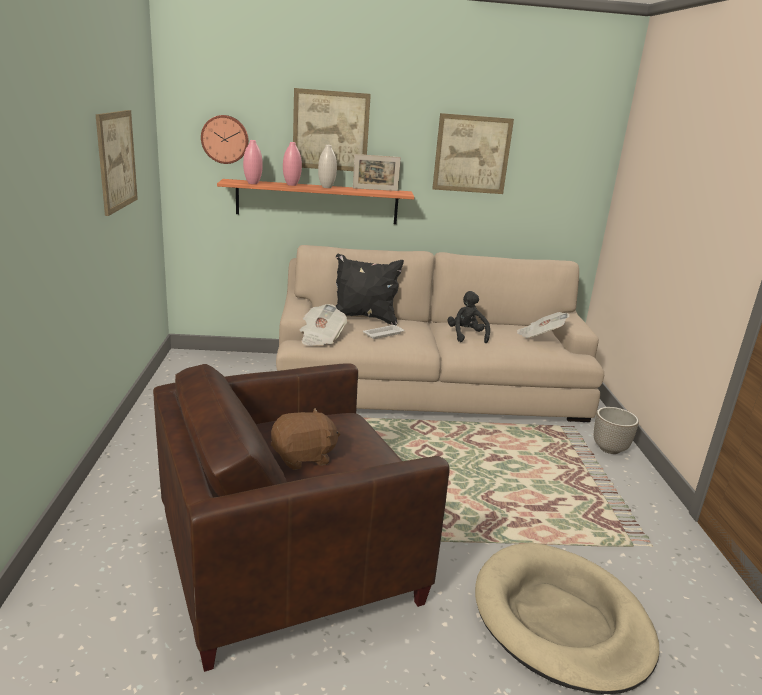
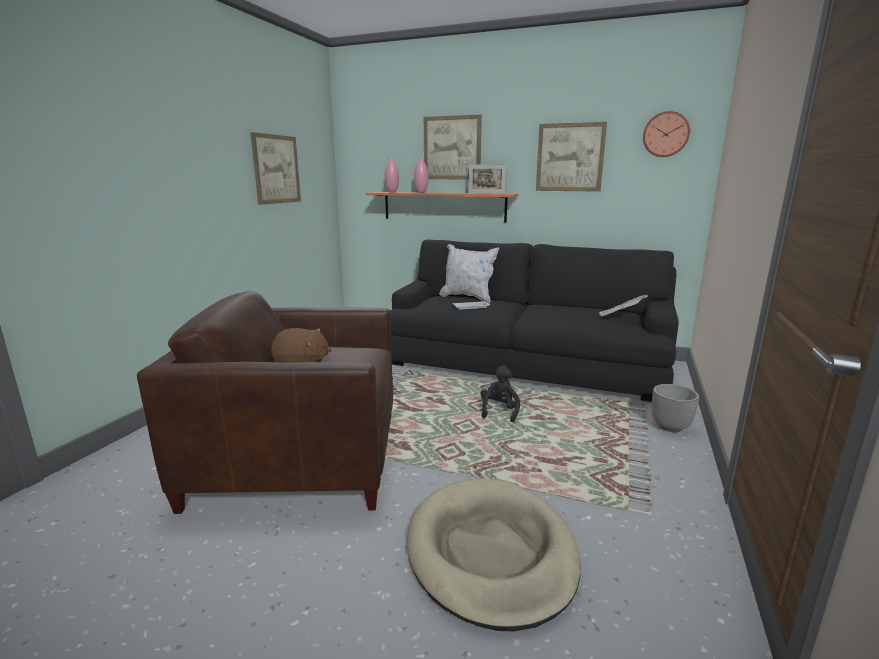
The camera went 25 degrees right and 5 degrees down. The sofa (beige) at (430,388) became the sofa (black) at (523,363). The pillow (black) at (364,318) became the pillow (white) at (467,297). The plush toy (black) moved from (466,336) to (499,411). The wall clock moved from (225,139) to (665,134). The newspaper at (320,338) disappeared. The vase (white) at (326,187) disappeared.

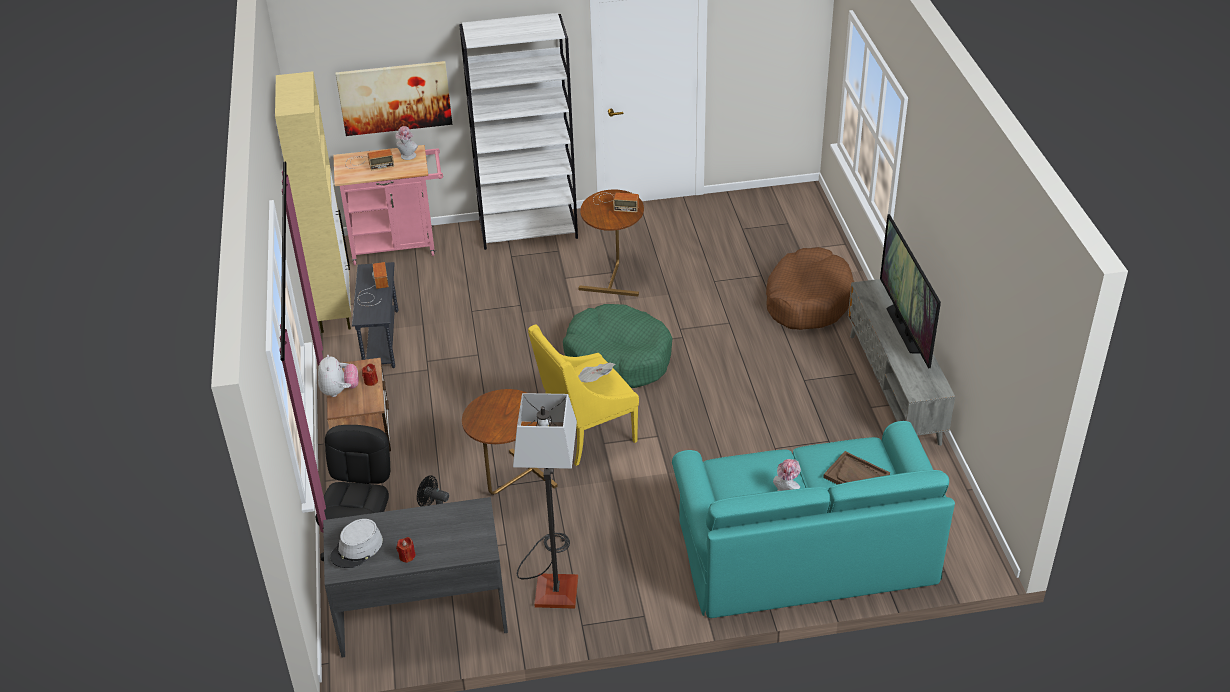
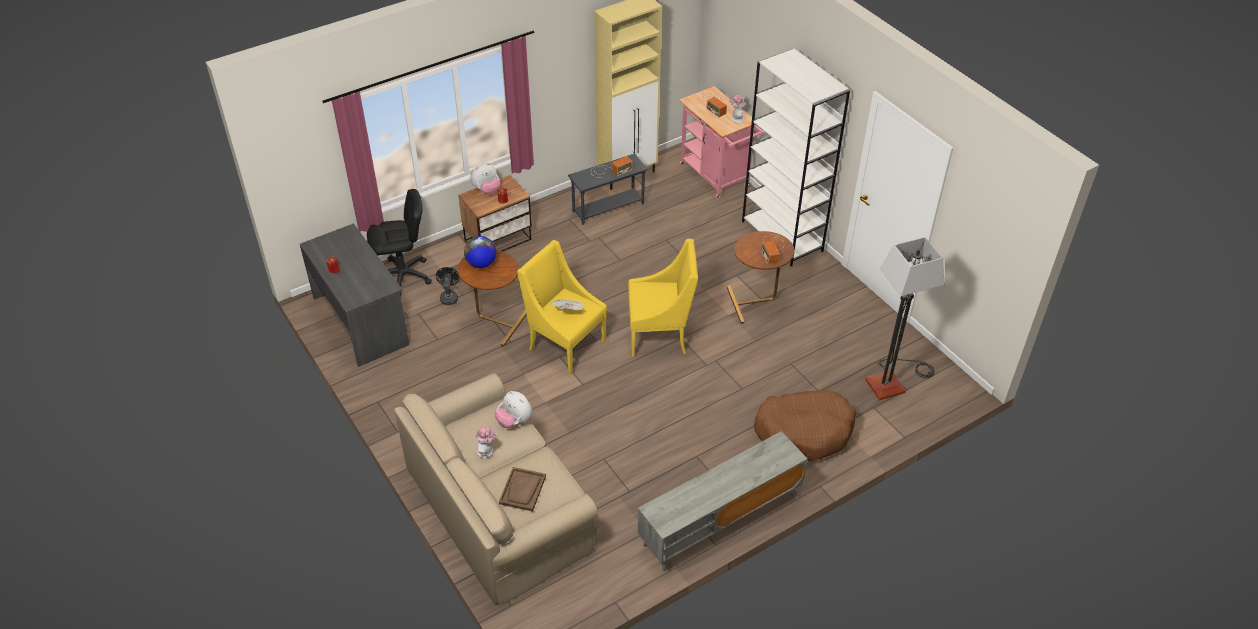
The camera went 65 degrees right and 5 degrees up. The sofa (turquoise) at (804,548) became the sofa (beige) at (499,506). The globe at (481,263) appeared. The plush toy at (514,421) appeared. The dog bed (green) at (618,357) was replaced by the armchair (yellow) at (660,335). The floor lamp moved from (553,581) to (892,381). The hat (grey) at (357,549) disappeared. The picture at (394,97) disappeared. The television at (905,329) disappeared.

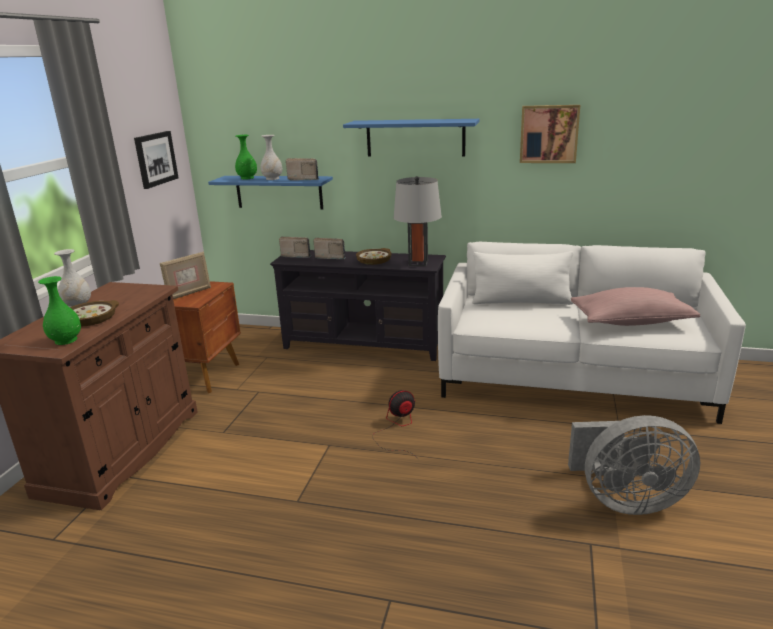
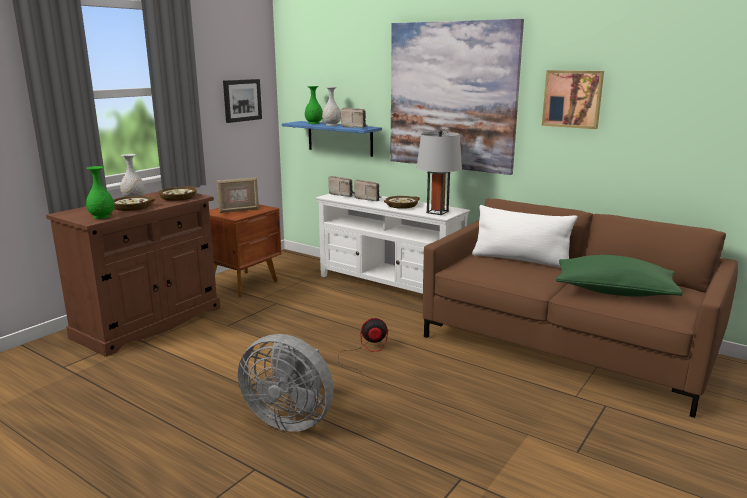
The camera went 20 degrees right and 5 degrees down. The bowl at (178,197) appeared. The fan (grey) moved from (625,500) to (290,419). The tv stand (black) at (363,345) became the tv stand (white) at (389,285). The shelf (blue) at (415,138) was replaced by the picture at (452,96). The sofa (white) at (572,377) became the sofa (brown) at (565,346). The pillow (pink) at (630,322) became the pillow (green) at (614,292).

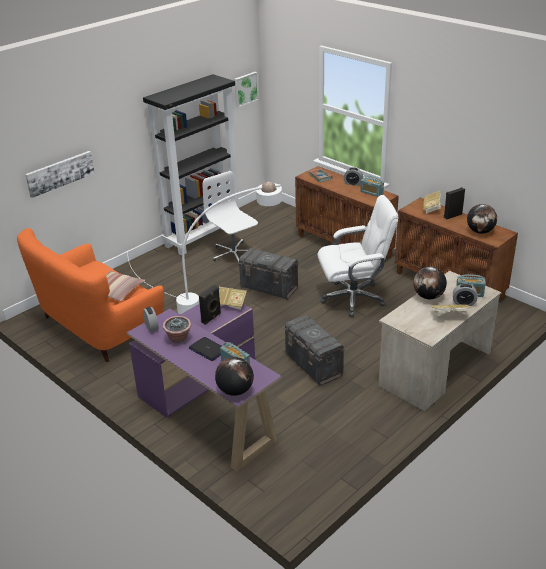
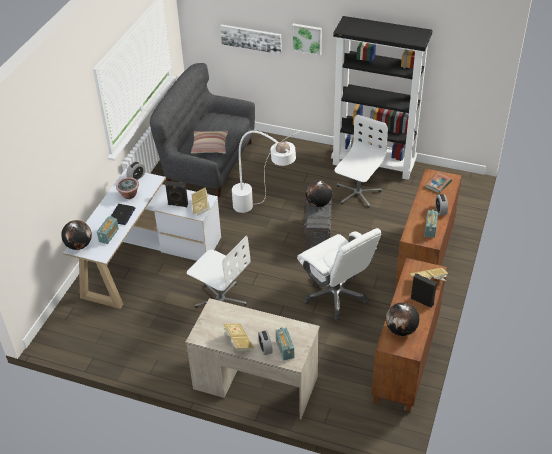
The camera went 65 degrees right and 10 degrees up. The desk (purple) at (210,404) became the desk (white) at (145,257). The sofa (orange) at (98,326) became the sofa (grey) at (207,163). The storage box (grey) at (313,365) was replaced by the office chair (white) at (220,300). The picture moved from (245,89) to (307,38). The globe moved from (428,296) to (318,203).

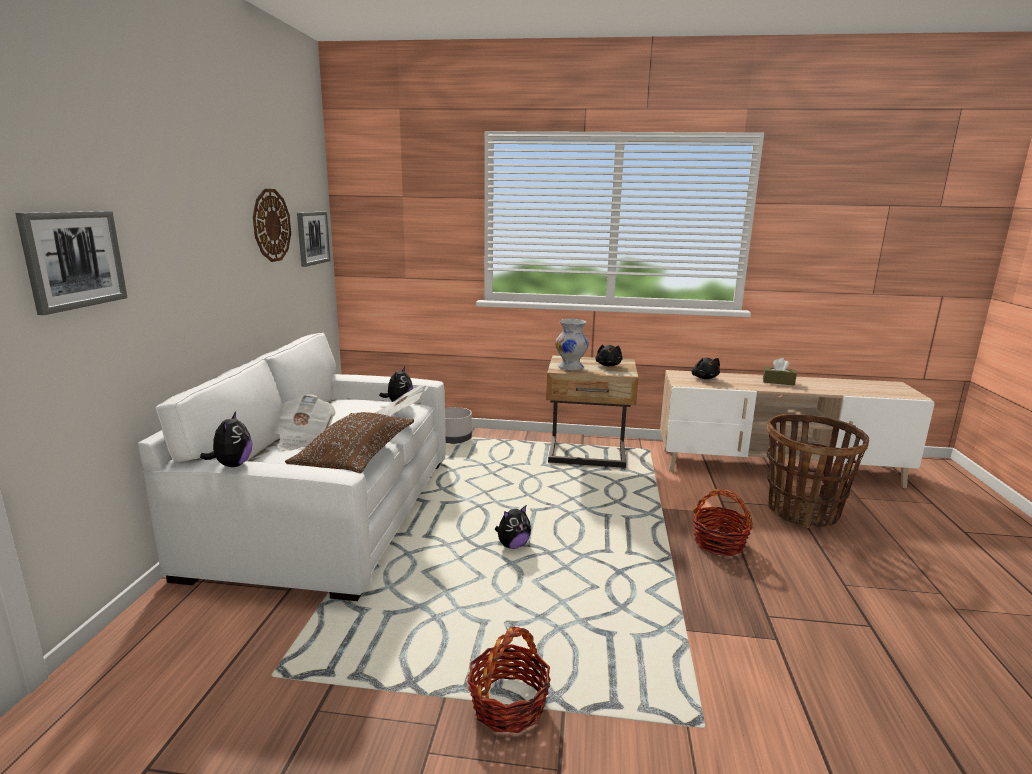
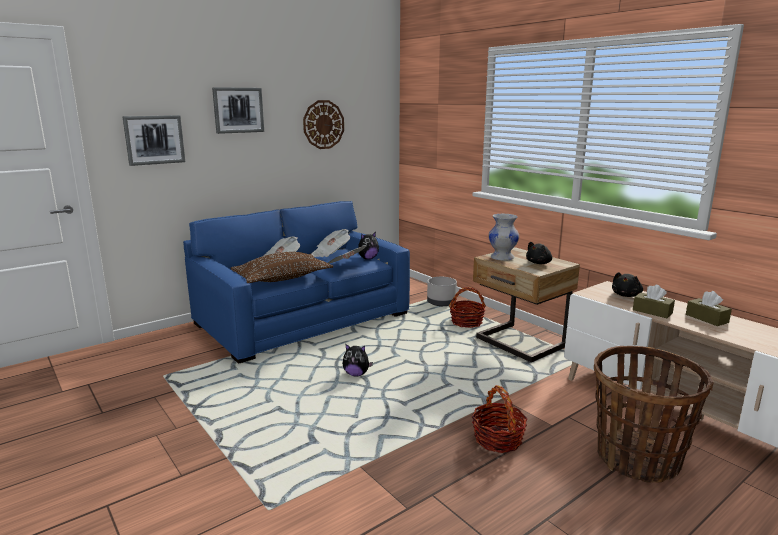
The camera went 45 degrees right and 0 degrees up. The sofa (white) at (329,510) became the sofa (blue) at (302,318). The picture moved from (312,238) to (238,110). The newspaper at (330,254) appeared. The basket moved from (508,704) to (467,322). The tissue box (brown) at (652,311) appeared. The plush toy at (232,465) disappeared.

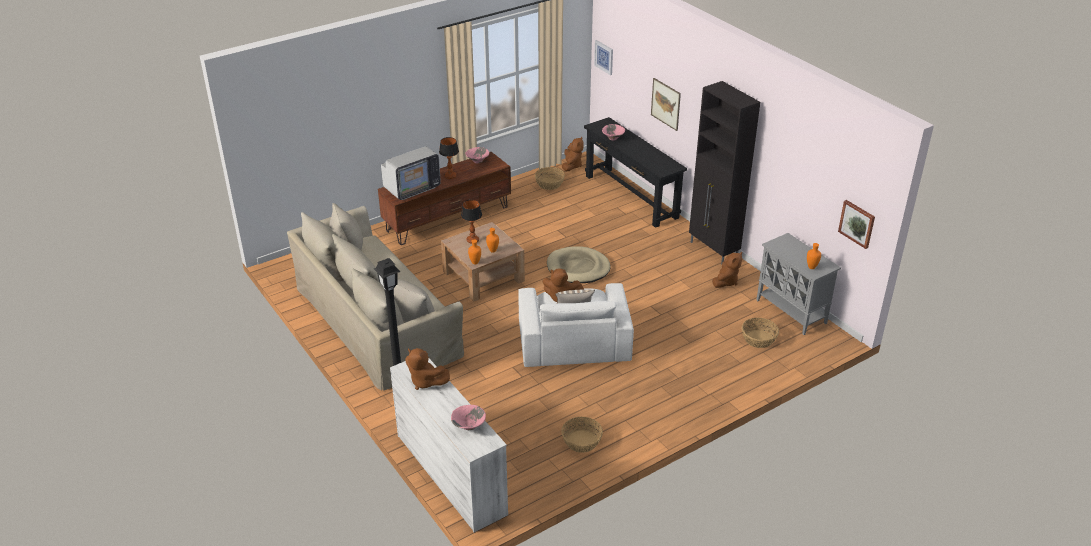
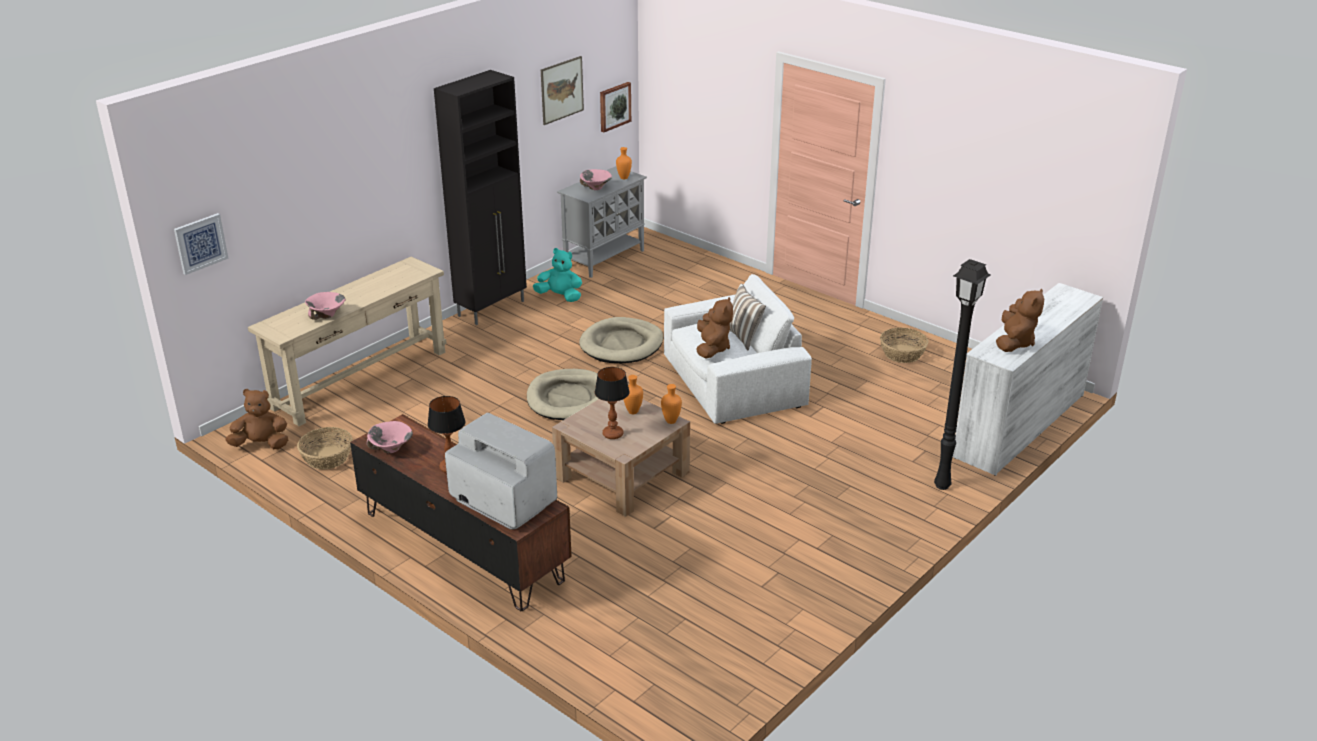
The camera went 105 degrees left and 5 degrees down. The console table (black) at (631,196) became the console table (beige) at (360,379). The plush toy (brown) at (726,282) became the plush toy (turquoise) at (560,296). The picture moved from (665,104) to (562,90). The dog bed (beige) at (622,344) appeared. The bowl (pink) moved from (468,426) to (596,188). The sofa (beige) at (377,319) disappeared. The basket at (758,339) disappeared.

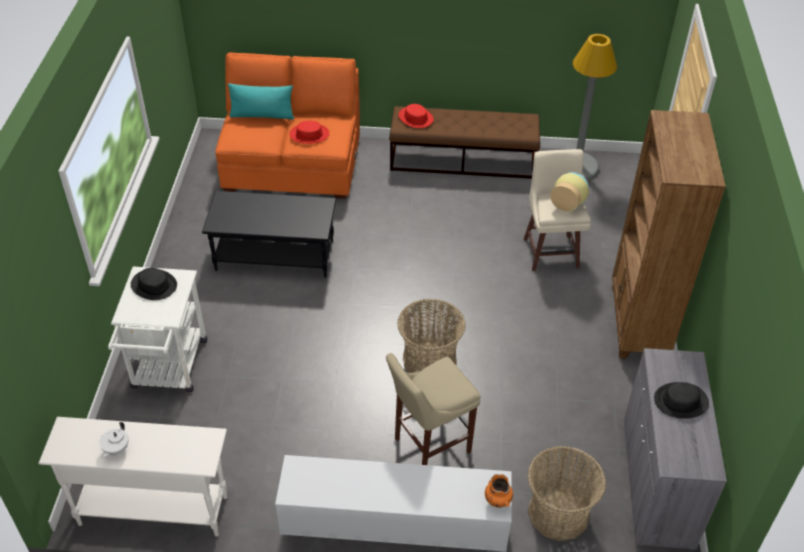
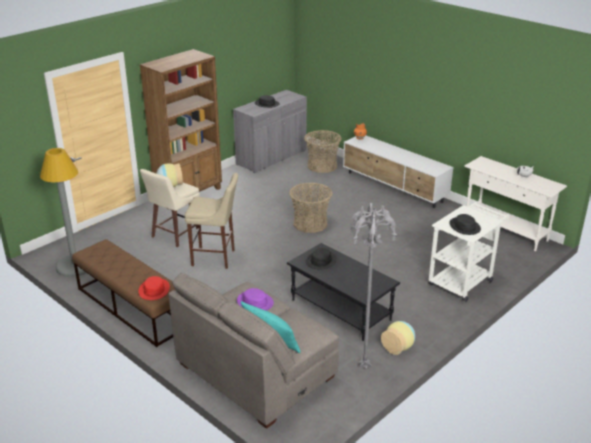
The camera went 140 degrees left and 15 degrees down. The sofa (orange) at (292,165) became the sofa (grey) at (256,371). The stool (beige) moved from (428,446) to (215,258). The hat (red) at (309,134) became the hat (purple) at (255,302). The hat (black) at (321,260) appeared. The floor lamp (grey) at (363,367) appeared. The vase at (398,347) appeared.

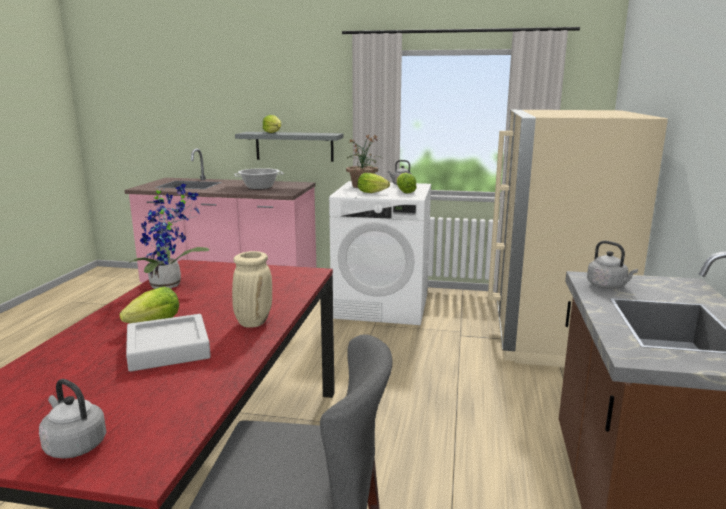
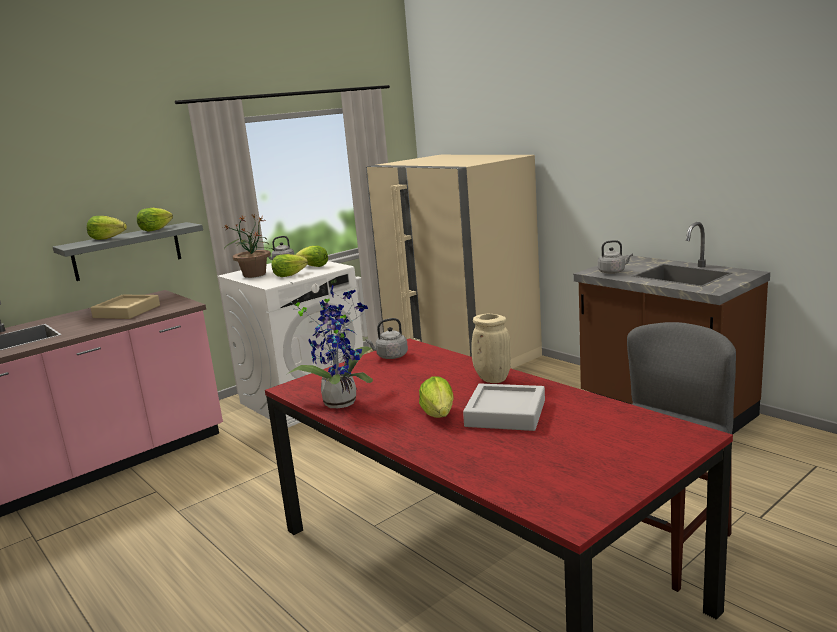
The camera went 50 degrees left and 0 degrees up. The cooking pot at (259,187) was replaced by the tray (beige) at (127,311). The lettuce at (155,230) appeared. The kettle (grey) moved from (74,445) to (390,356).

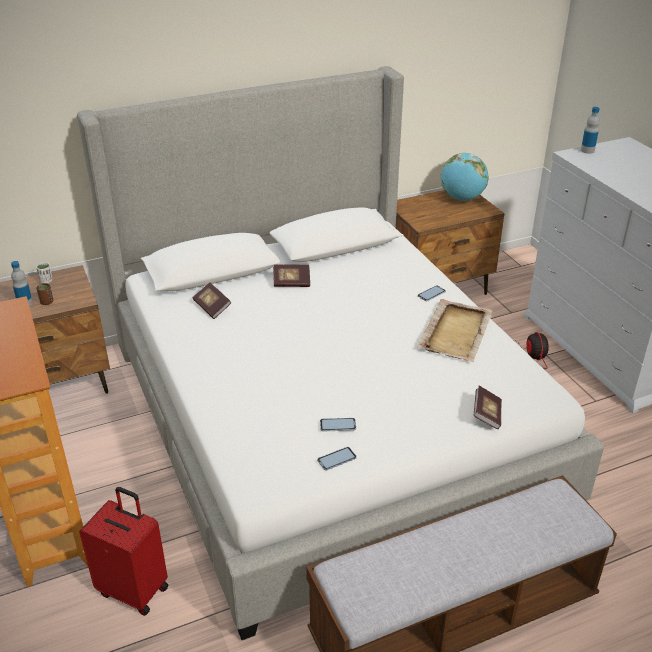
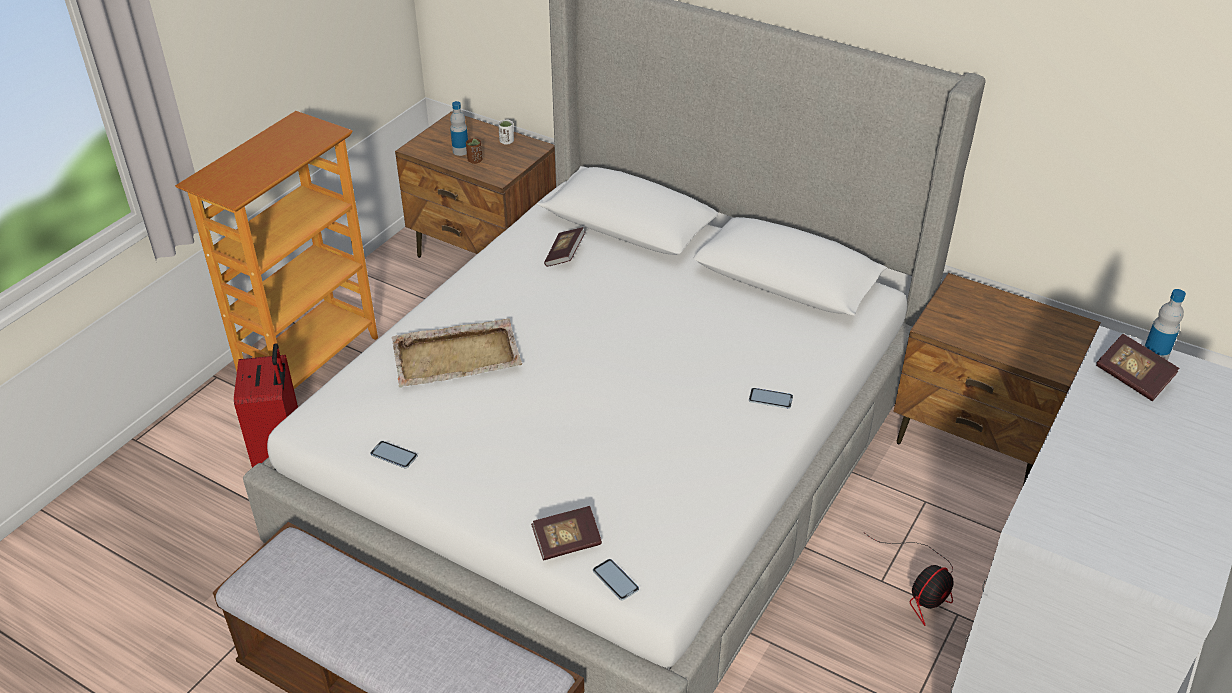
The camera went 55 degrees right and 5 degrees up. The tray (beige) moved from (456,332) to (457,356). The phone moved from (338,425) to (615,580). The book moved from (291,283) to (1132,378). The globe at (462,198) disappeared.

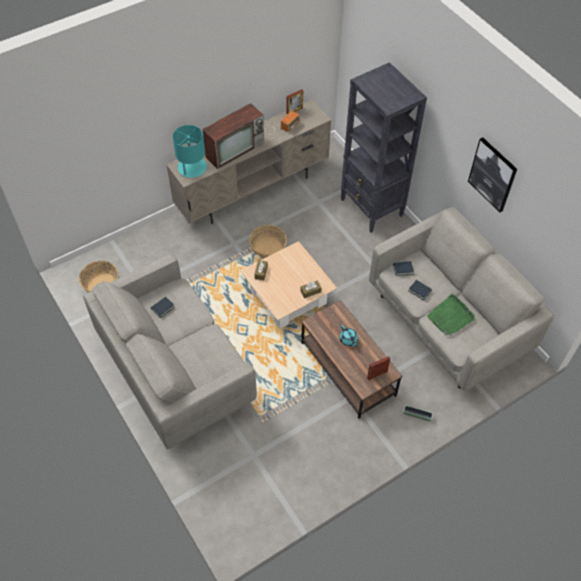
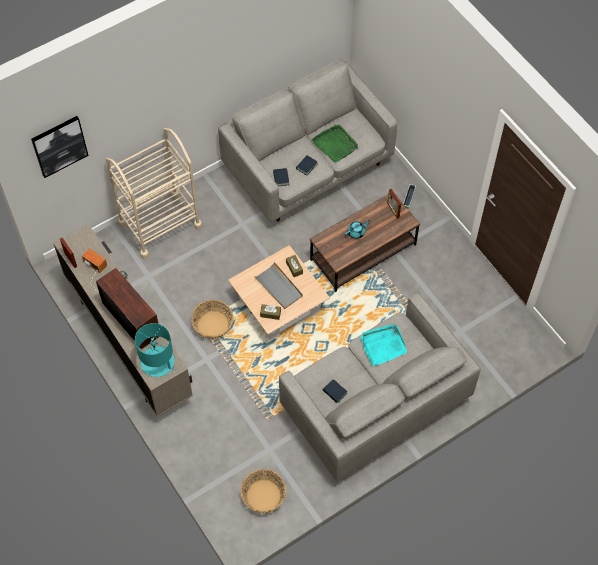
The camera went 90 degrees left and 5 degrees up. The picture moved from (493,174) to (59,146). The bookcase (black) at (372,208) was replaced by the cart (beige) at (160,224). The tray (grey) at (279,287) appeared. The tray (turquoise) at (383,345) appeared.

